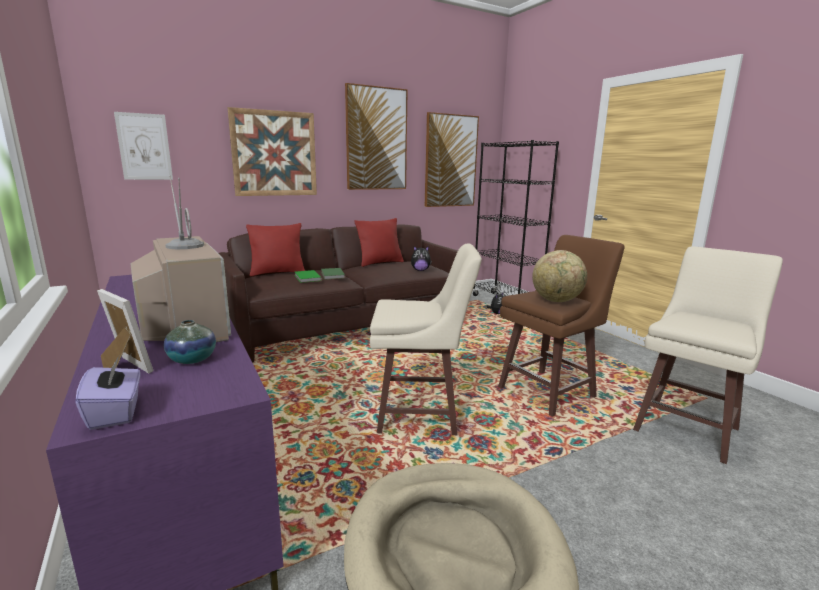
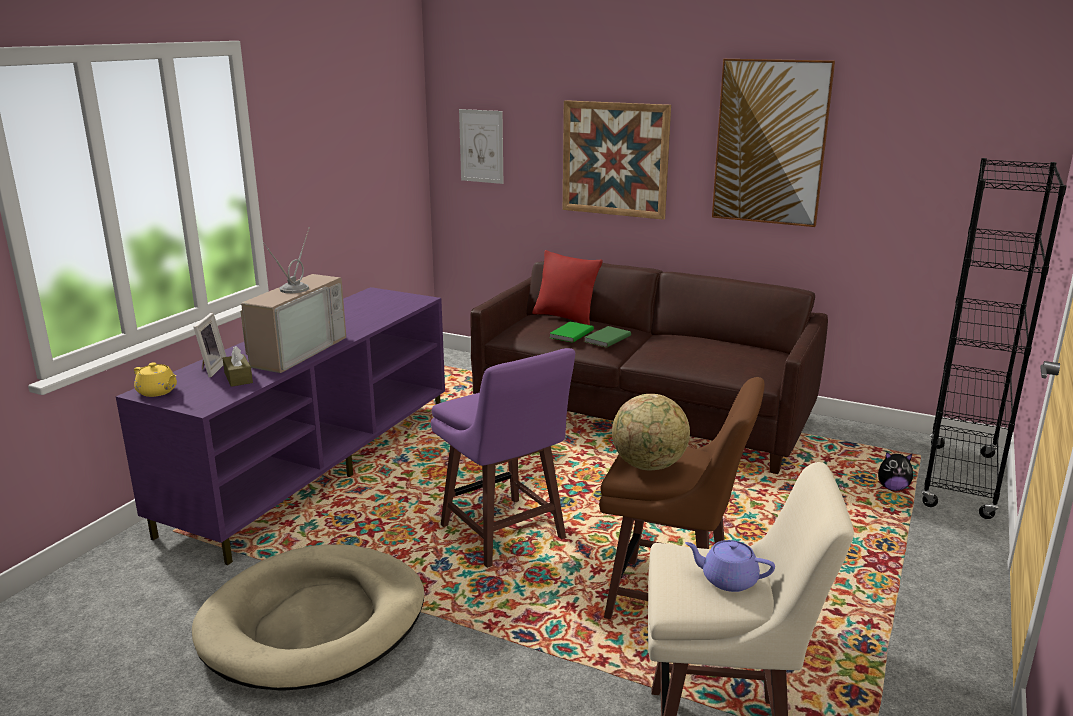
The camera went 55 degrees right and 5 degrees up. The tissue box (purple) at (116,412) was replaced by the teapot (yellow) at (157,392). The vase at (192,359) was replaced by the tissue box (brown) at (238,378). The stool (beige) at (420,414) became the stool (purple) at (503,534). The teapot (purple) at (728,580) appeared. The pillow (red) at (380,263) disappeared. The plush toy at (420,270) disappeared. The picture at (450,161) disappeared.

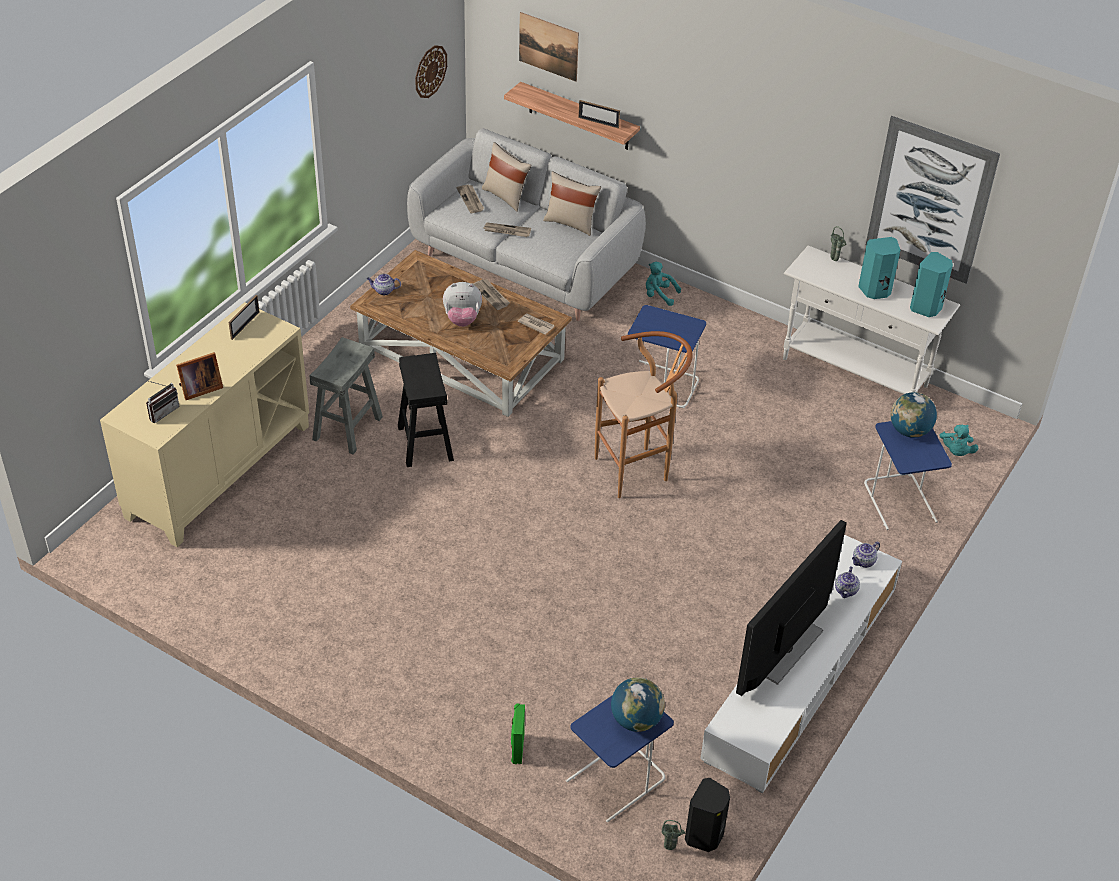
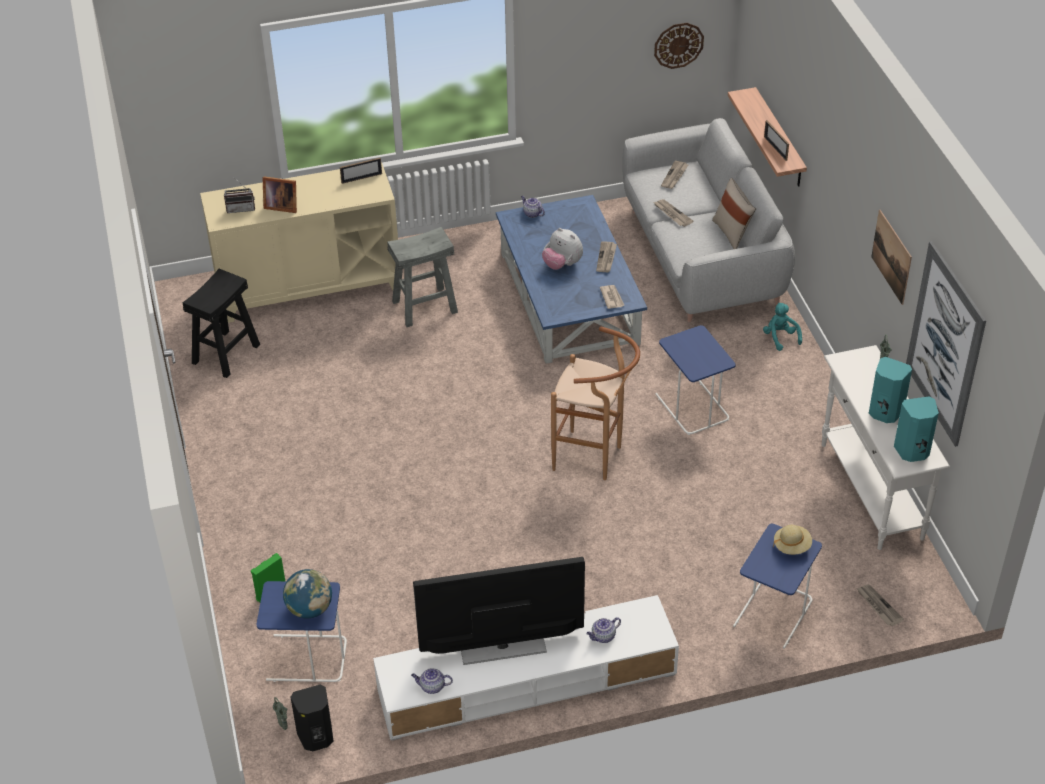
The camera went 45 degrees right and 0 degrees up. The stool (black) moved from (424,442) to (225,353). The teapot moved from (863,562) to (432,687). The coffee table (brown) at (463,353) became the coffee table (blue) at (570,299). The globe at (909,431) was replaced by the hat (beige) at (792,546). The plush toy (turquoise) at (956,451) was replaced by the newspaper at (878,606). The picture moved from (548,46) to (891,256). The pillow (beige) at (506,196) disappeared.

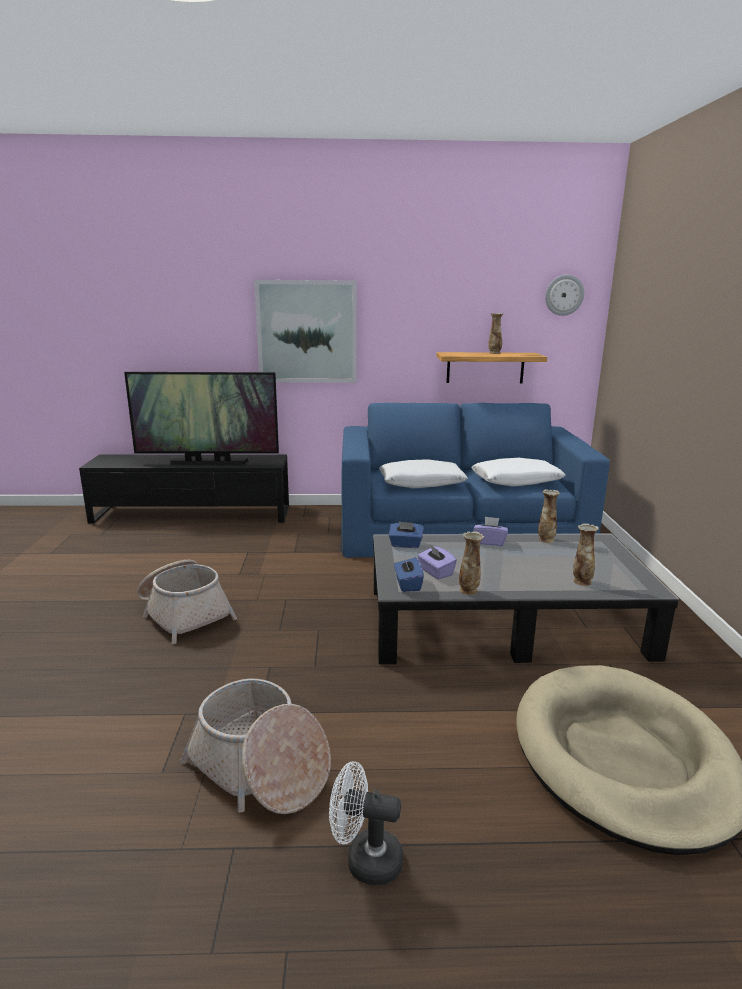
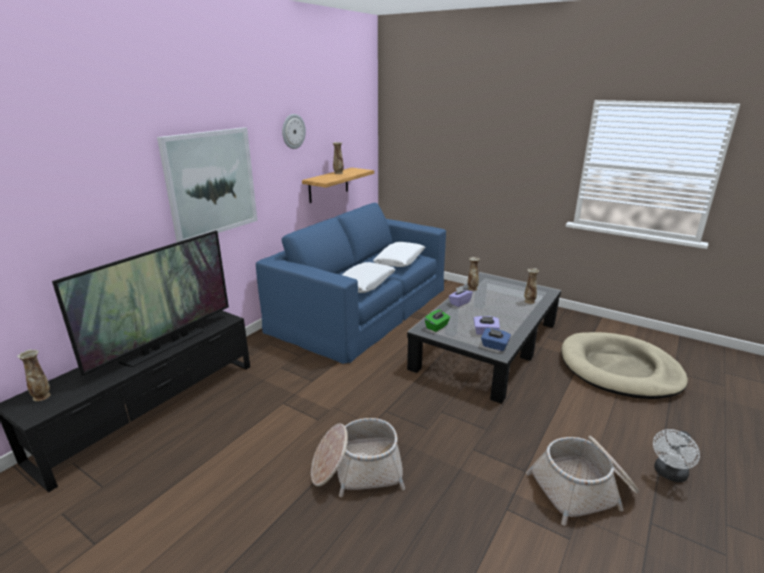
The camera went 55 degrees left and 5 degrees up. The vase moved from (469,591) to (42,396). The wall clock moved from (564,295) to (293,131). The tissue box (blue) at (405,544) became the tissue box (green) at (437,327).

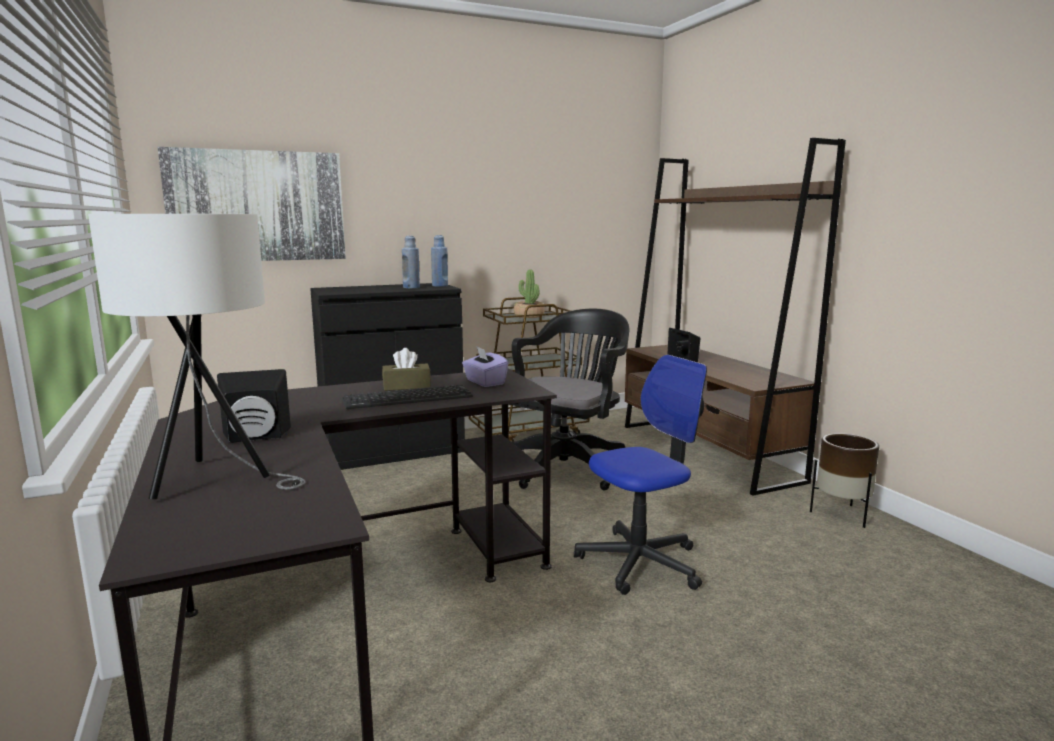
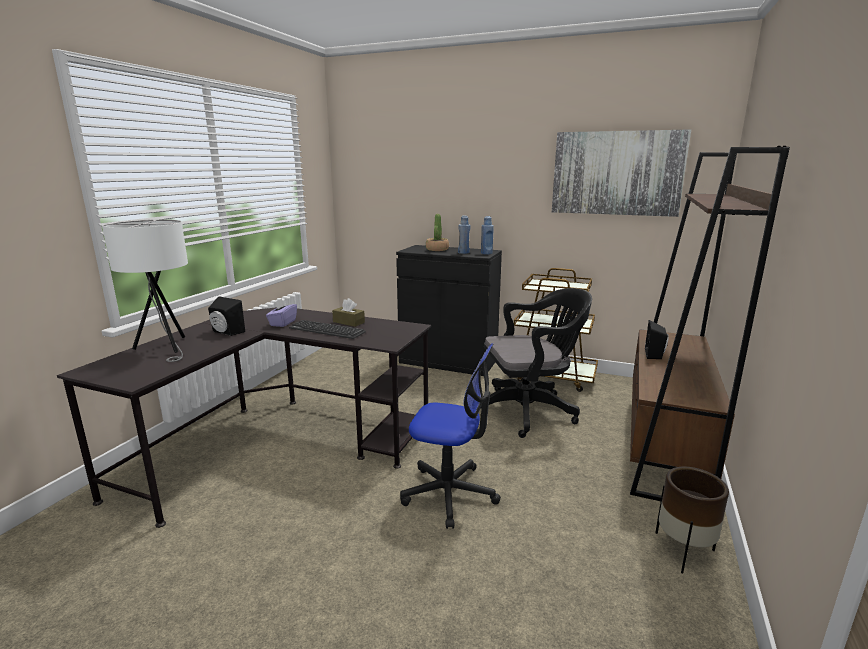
The camera went 45 degrees right and 5 degrees up. The tissue box (purple) moved from (484,382) to (282,323). The potted plant moved from (528,316) to (437,249). The picture moved from (257,206) to (616,173).

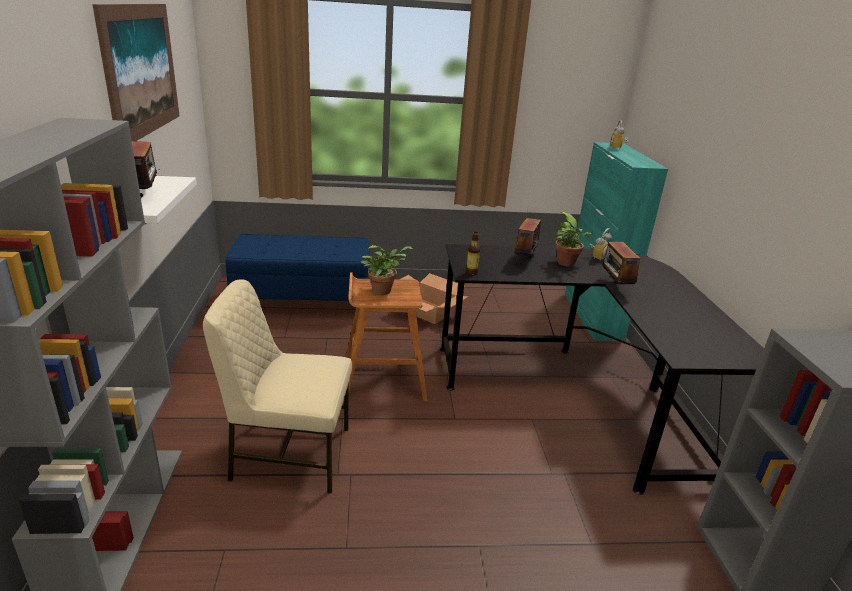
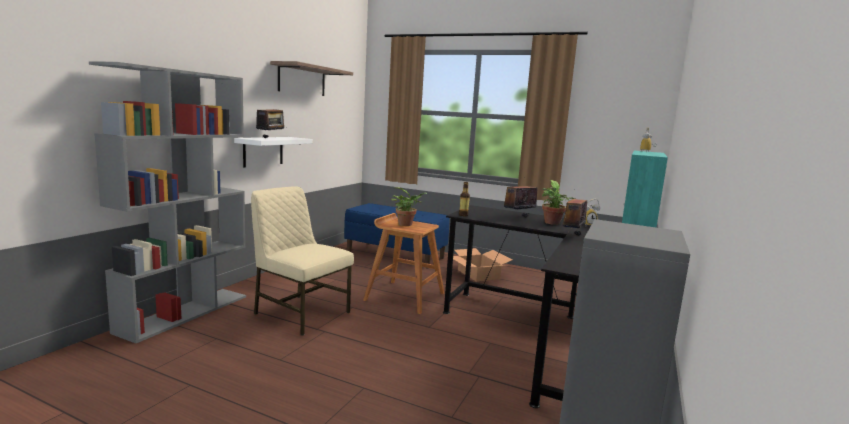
The camera went 30 degrees right and 15 degrees down. The picture at (141,70) was replaced by the shelf at (302,80).

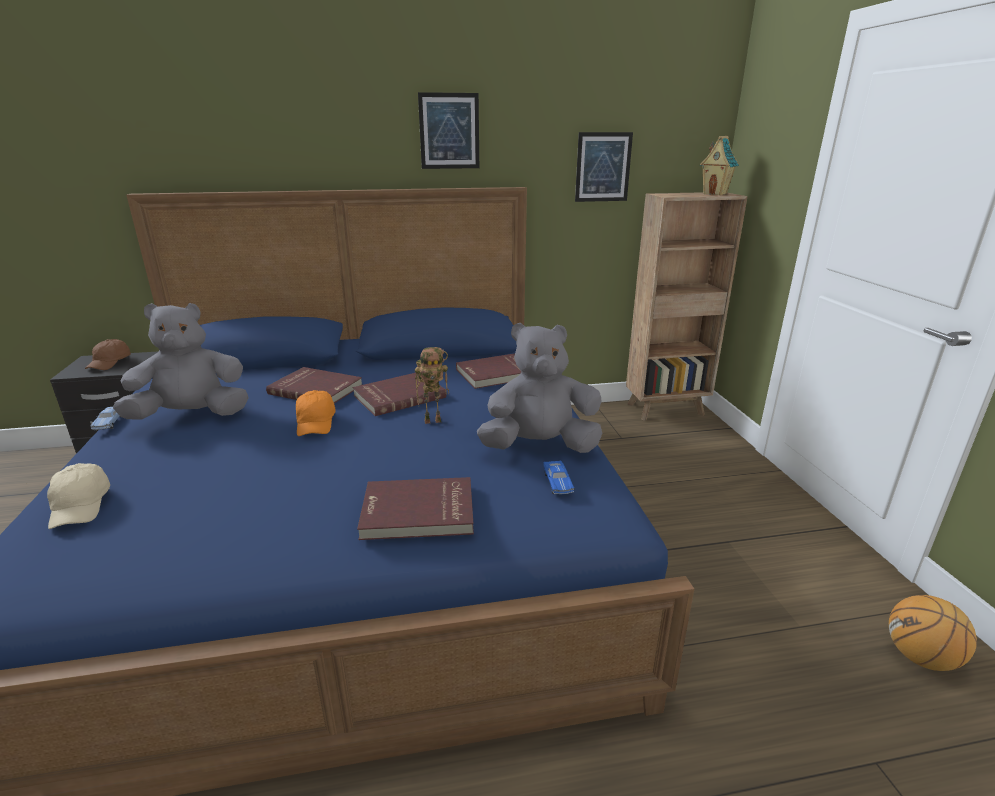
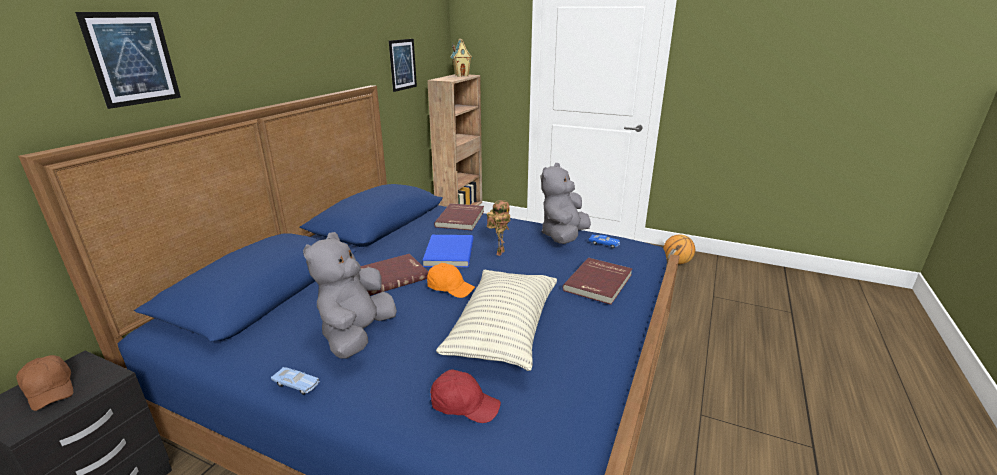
The camera went 55 degrees left and 0 degrees up. The picture moved from (449,131) to (132,59). The book (red) at (399,396) became the book (blue) at (448,253). The cap (beige) at (81,506) became the cap (red) at (464,405). The pillow at (503,331) appeared.

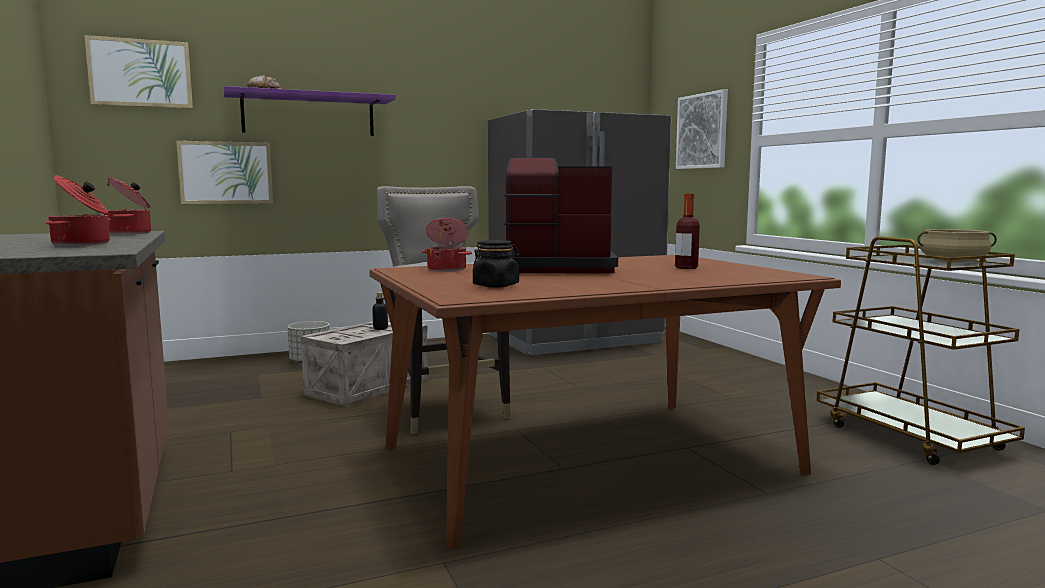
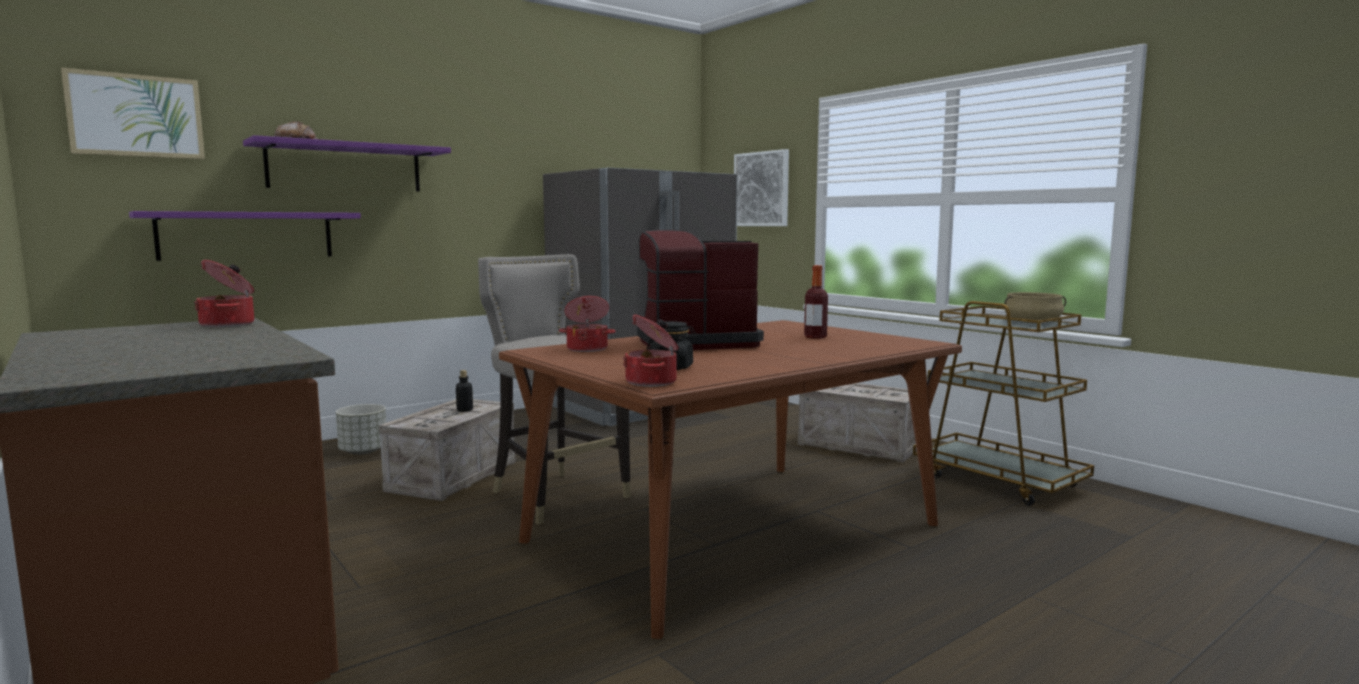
The camera went 15 degrees left and 0 degrees up. The picture at (226,173) was replaced by the shelf (purple) at (247,235). The cooking pot moved from (82,244) to (653,382). The crate at (861,445) appeared.

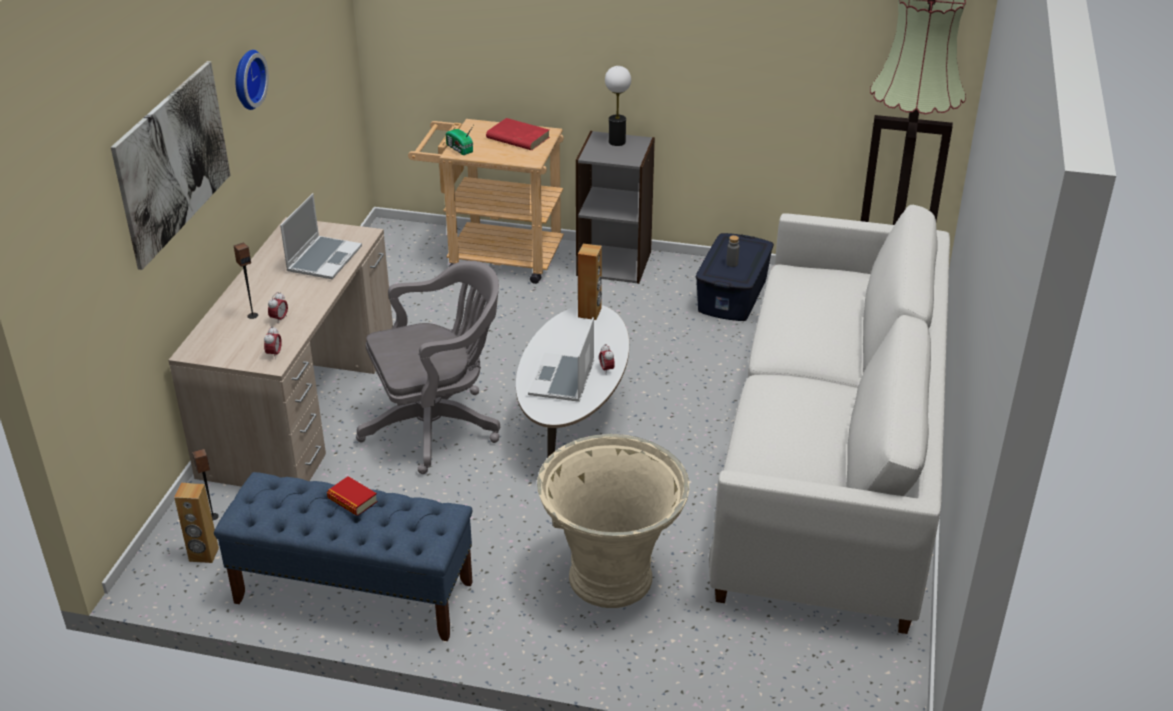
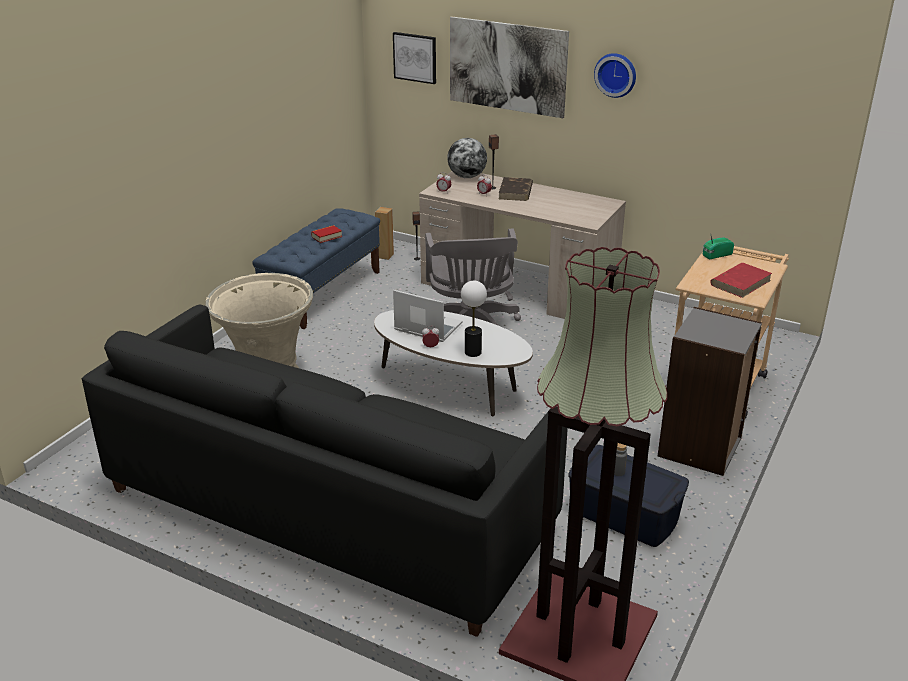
The camera went 105 degrees right and 5 degrees down. The sofa (white) at (831,461) became the sofa (black) at (327,508). The picture at (415,57) appeared. The globe at (467,177) appeared. The table lamp moved from (616,142) to (473,352). The book (brown) at (515,192) appeared. The laptop at (324,259) disappeared. The speaker (brown) at (590,313) disappeared.

